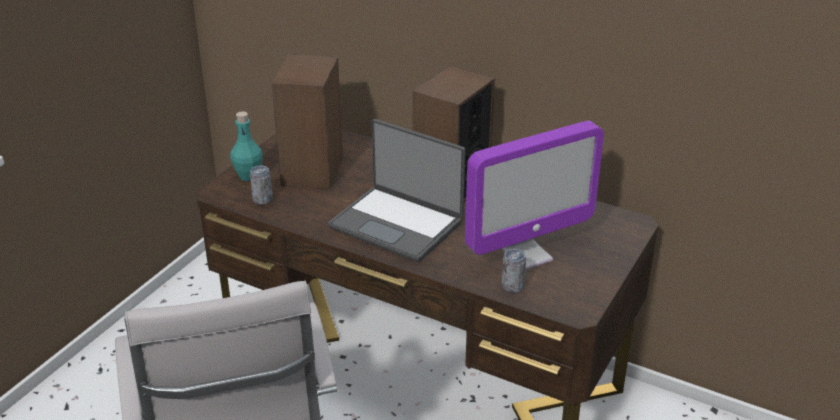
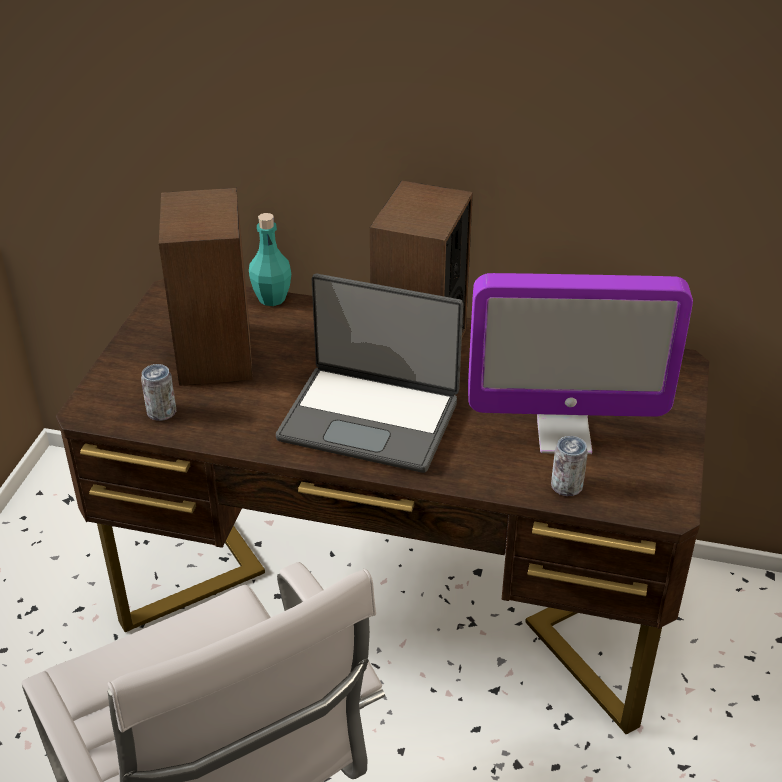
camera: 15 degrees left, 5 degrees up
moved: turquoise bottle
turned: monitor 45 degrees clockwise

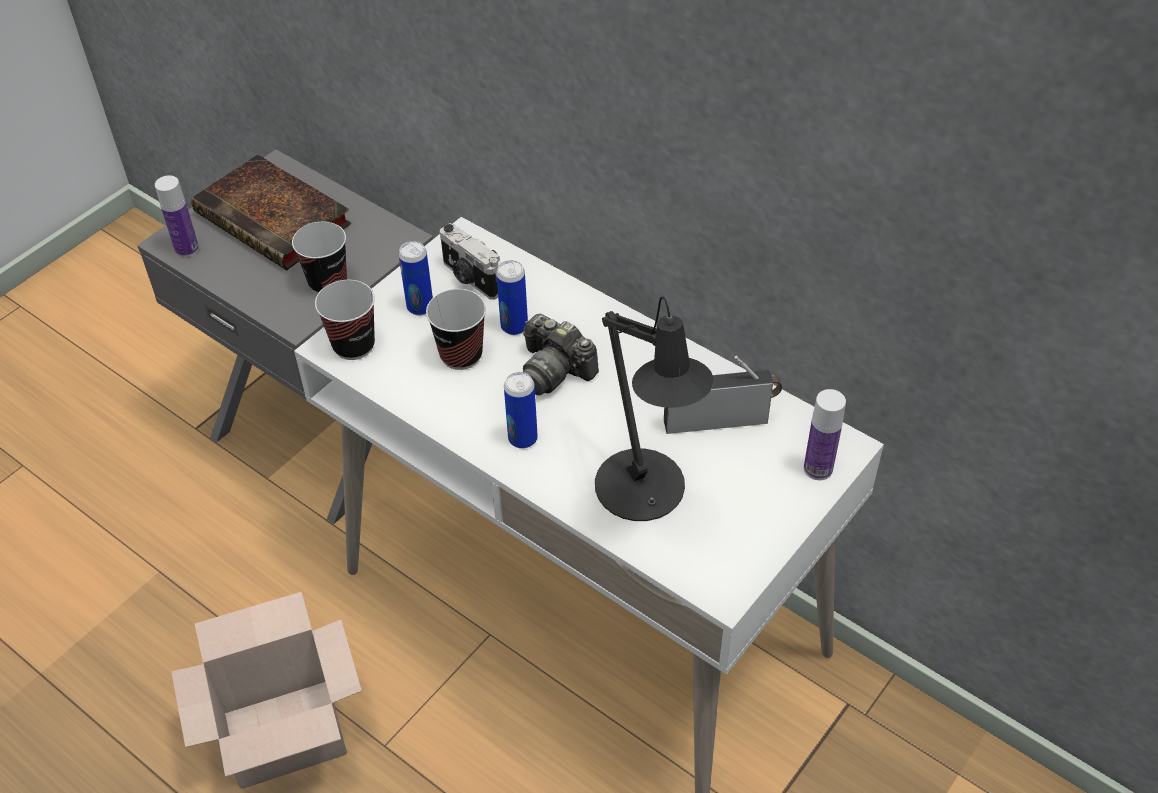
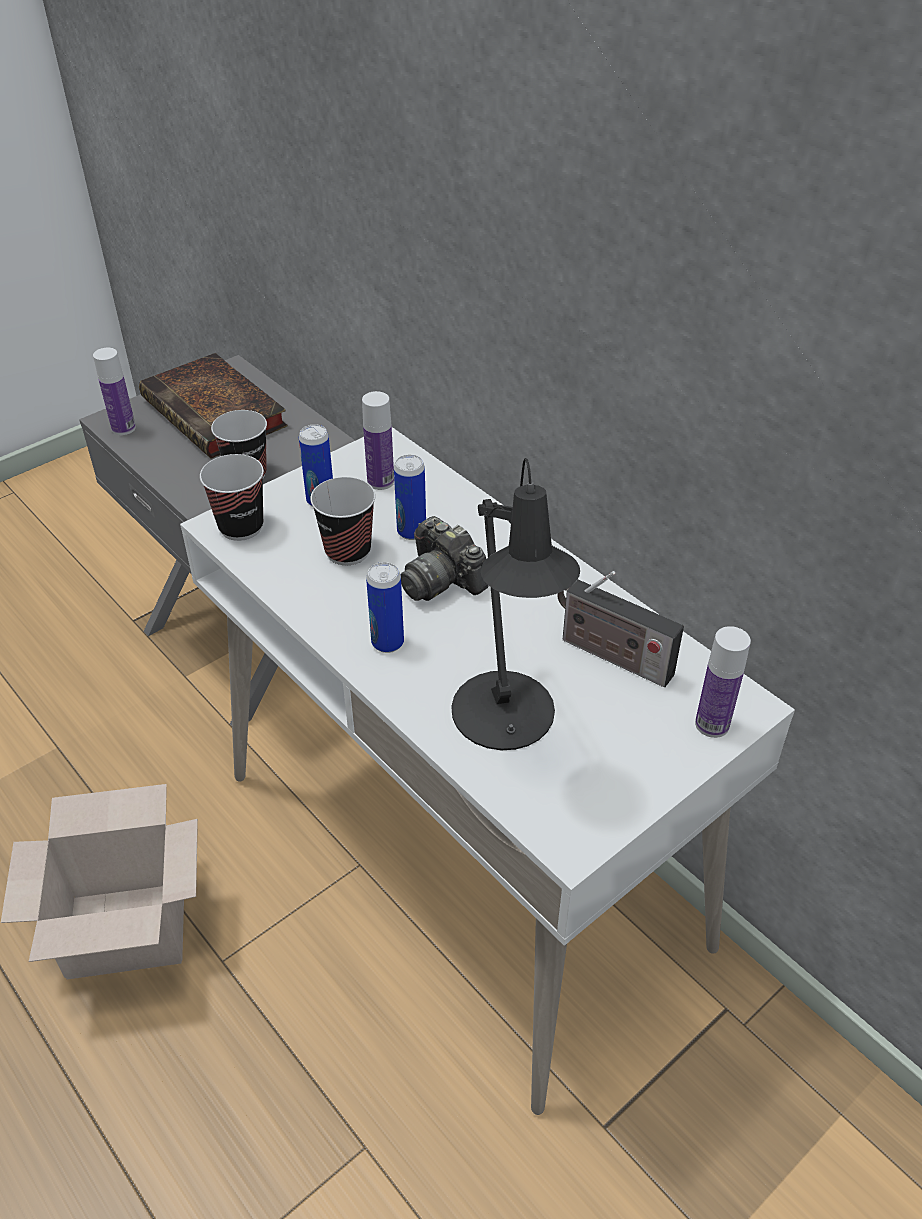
camera: 10 degrees right, 5 degrees down
replaced: photo camera (1st from left) to bottle (2nd from left)
turned: radio 150 degrees counterclockwise

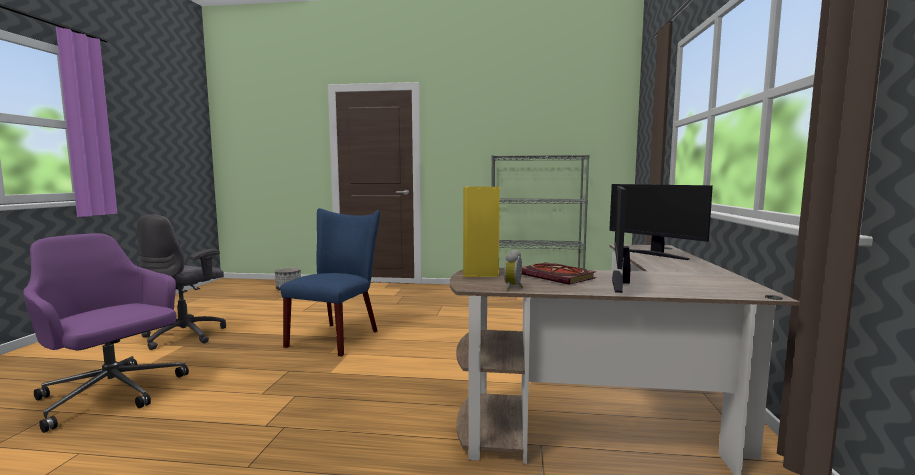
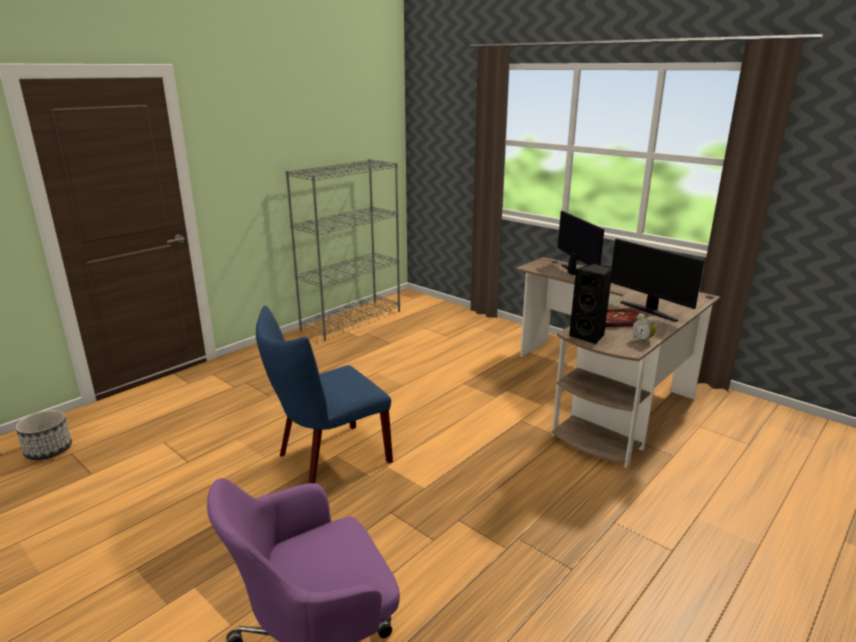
camera: 55 degrees left, 15 degrees up
removed: grey office chair
recoloured: yellow speaker to black speaker
turned: blue chair 90 degrees counterclockwise; monitor (2nd from left in the first image) 105 degrees counterclockwise

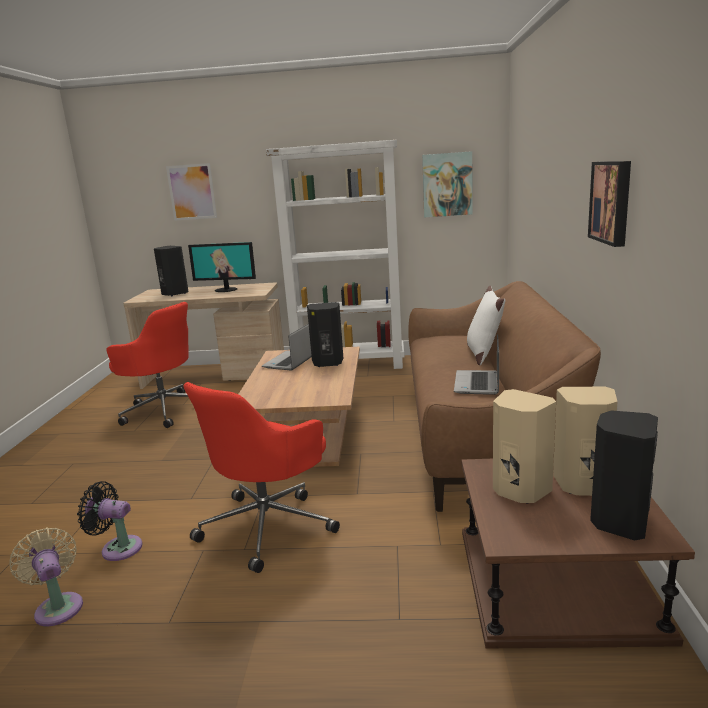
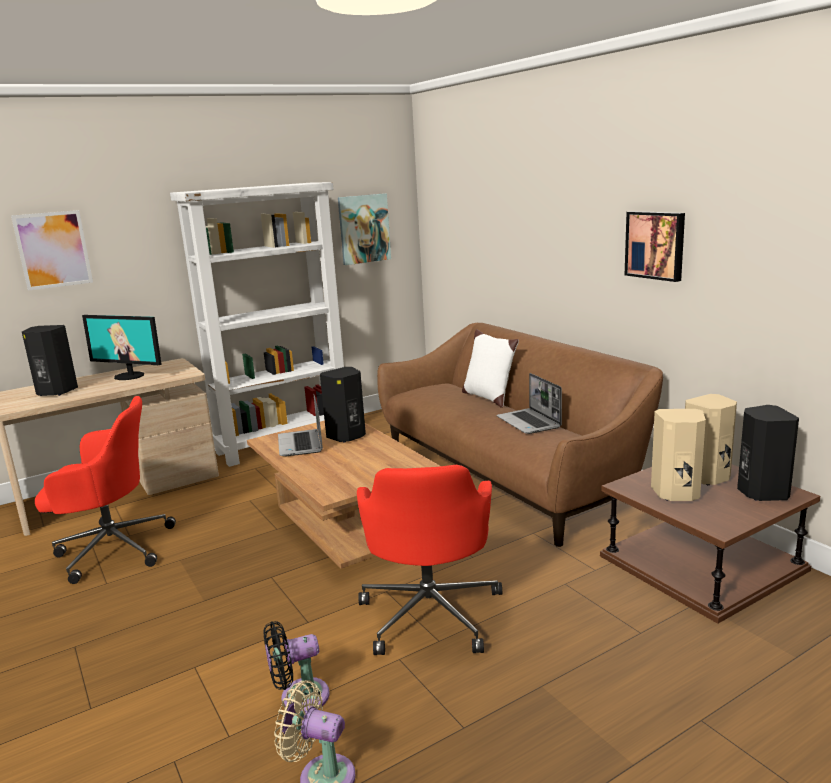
camera: 35 degrees left, 0 degrees up
turned: monitor 45 degrees clockwise

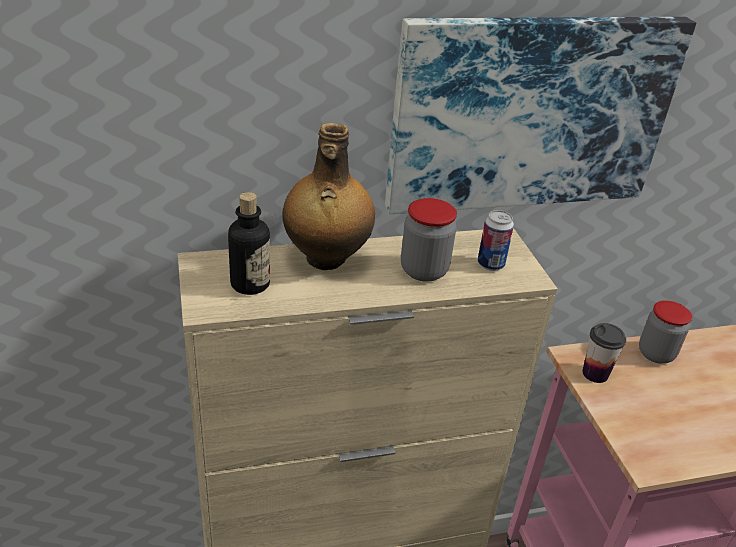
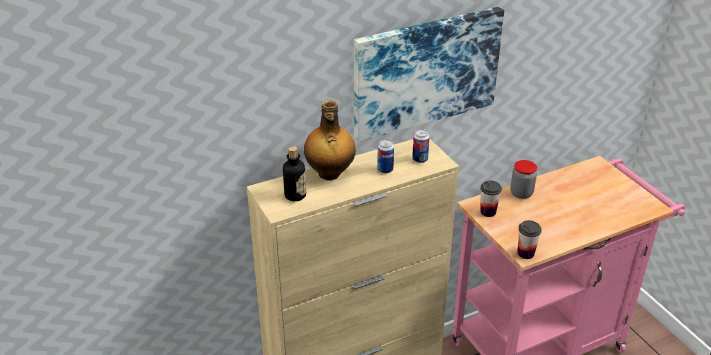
camera: 10 degrees left, 0 degrees up
added: cup (2nd from left)
replaced: jar (1st from left) to can (1st from left)

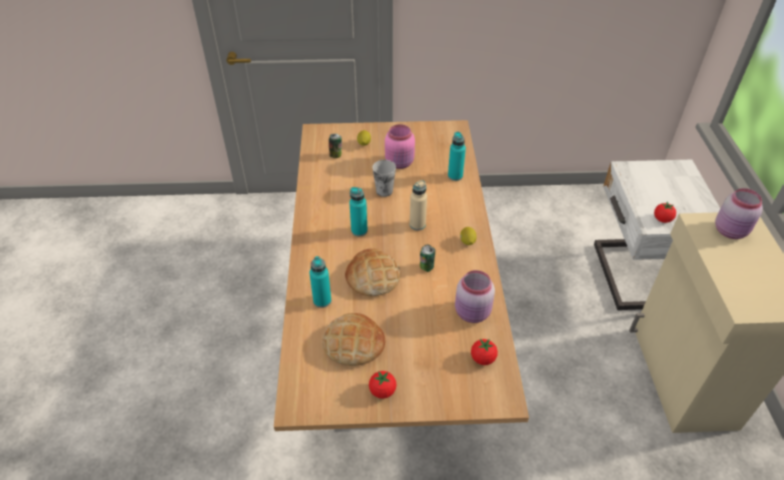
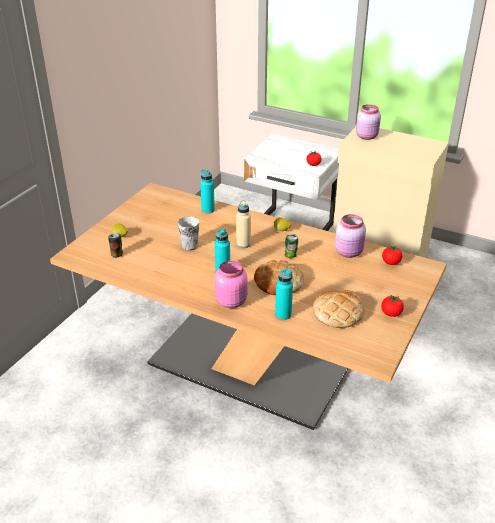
camera: 60 degrees left, 10 degrees down
moved: pink jar (1st from left)

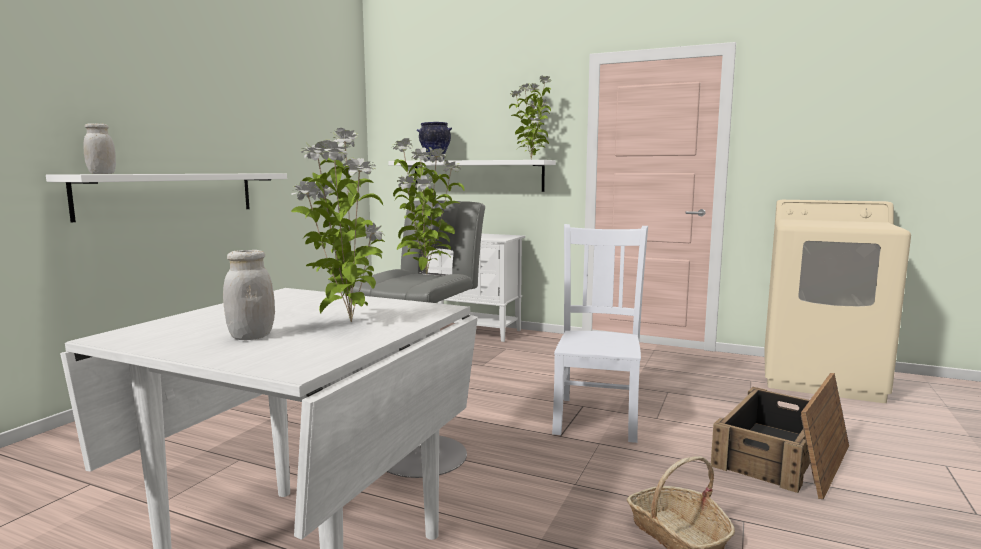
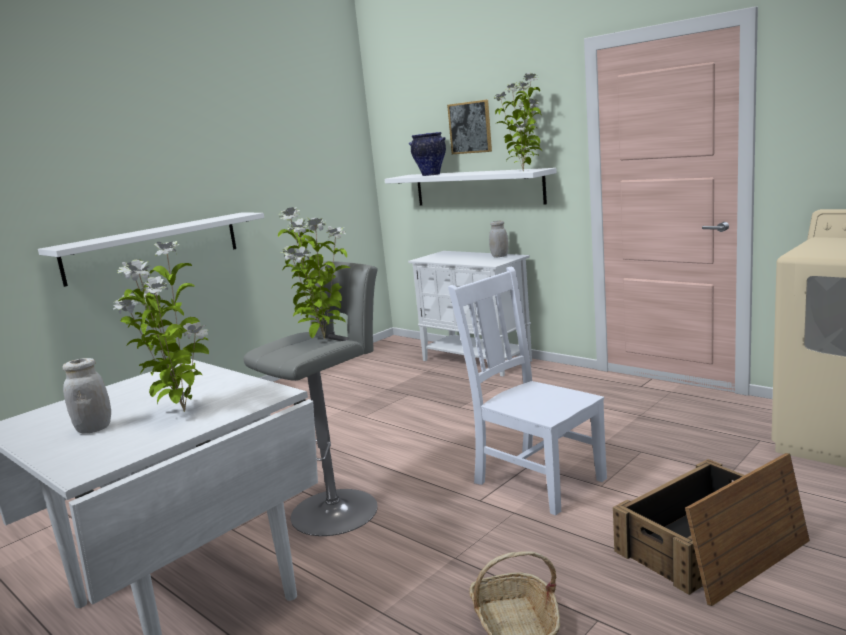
camera: 20 degrees right, 5 degrees up
added: picture
moved: white jar (1st from left in the first image) to white jar (2nd from left)
turned: white chair 75 degrees counterclockwise

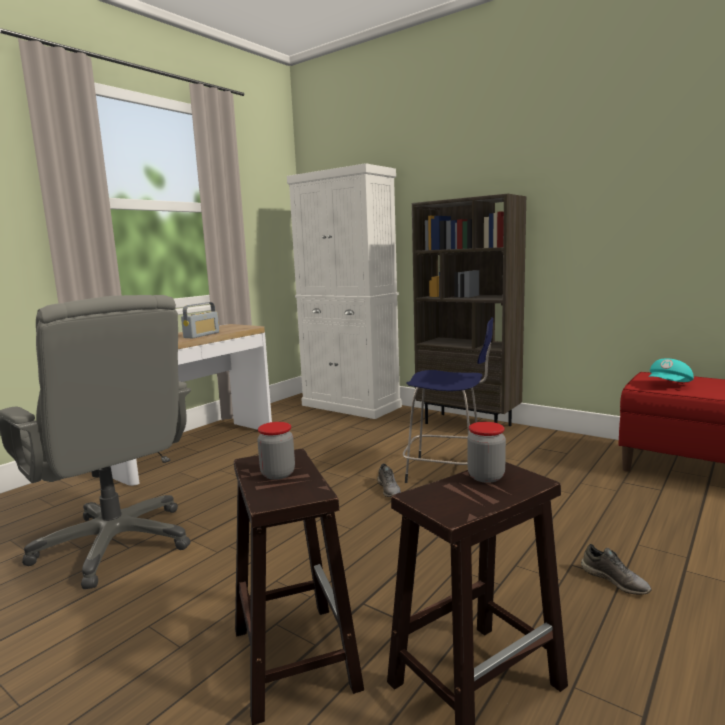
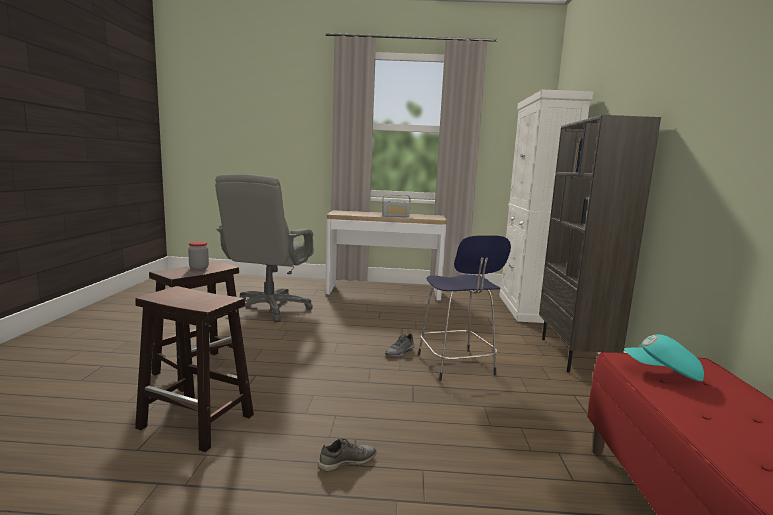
camera: 55 degrees right, 0 degrees up
removed: jar (2nd from left)
turned: grey shoe (2nd from left in the first image) 135 degrees counterclockwise

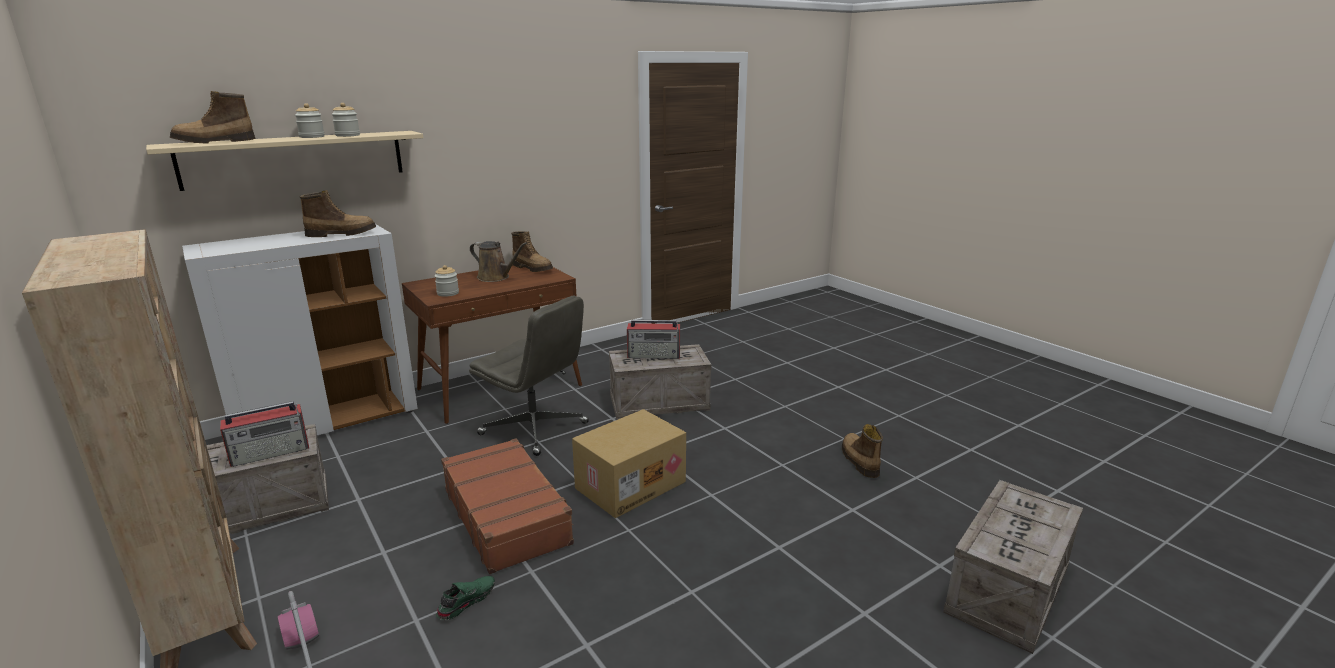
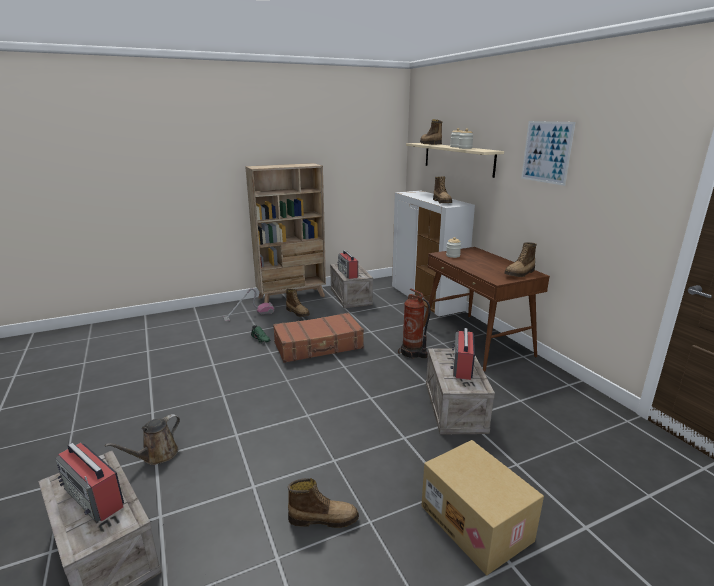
camera: 100 degrees right, 0 degrees up
added: radio (1st from left); boot (1st from left); picture
moved: brown watering can; cardboard box
replaced: grey office chair to fire extinguisher

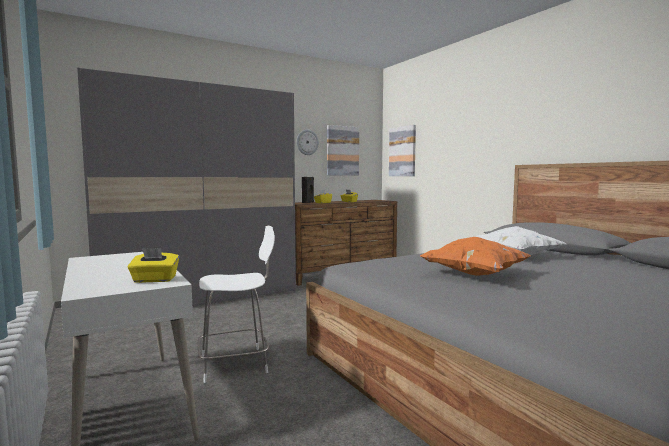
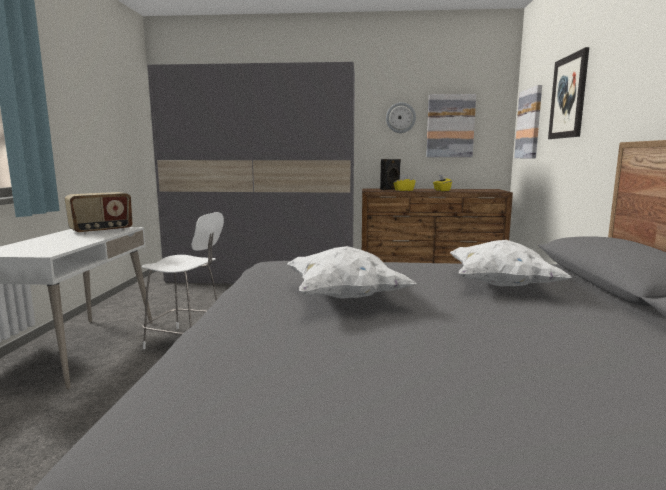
camera: 35 degrees right, 5 degrees up
removed: yellow tissue box (1st from left)
added: radio; picture (3rd from left)
recoloured: orange pillow to white pillow (1st from left)

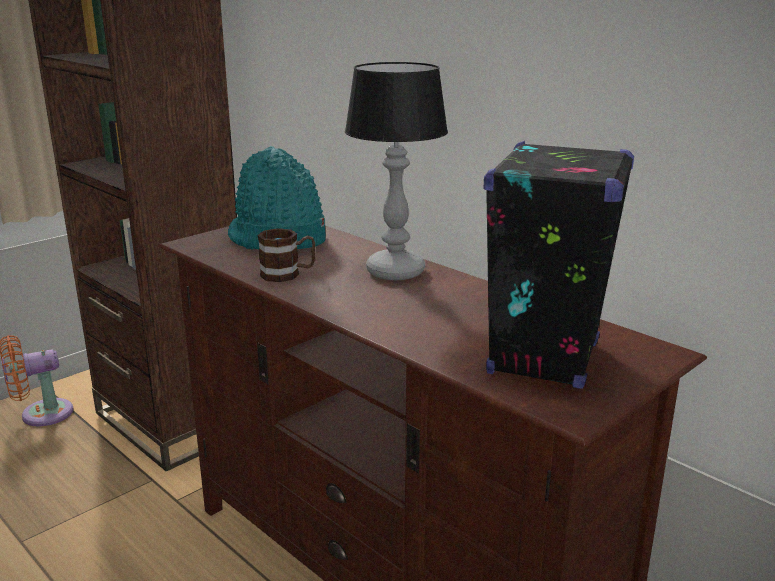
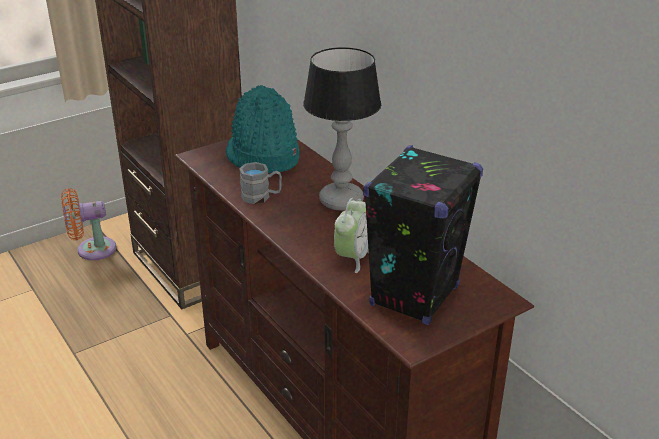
camera: 10 degrees right, 10 degrees up
added: alarm clock
recoloured: brown mug to grey mug

